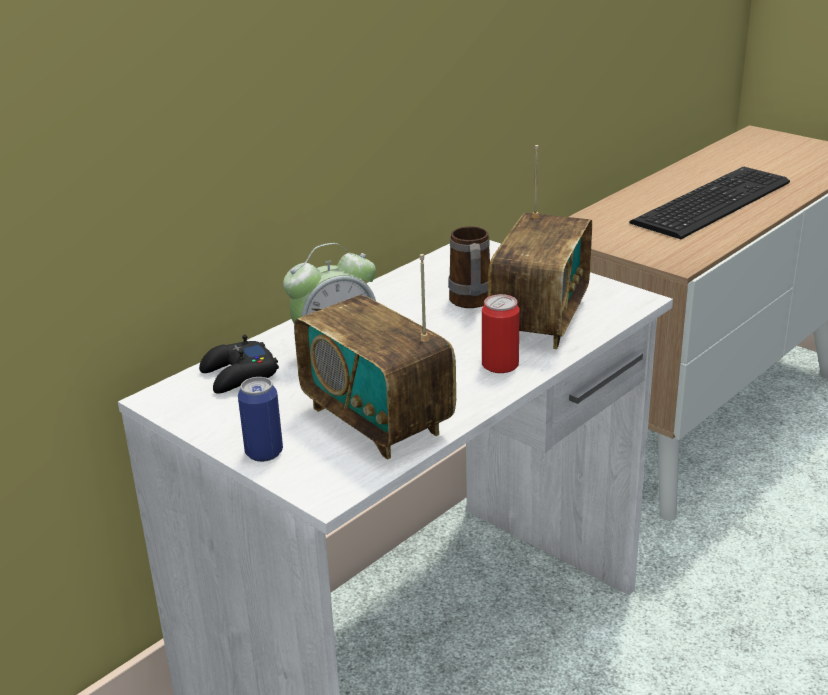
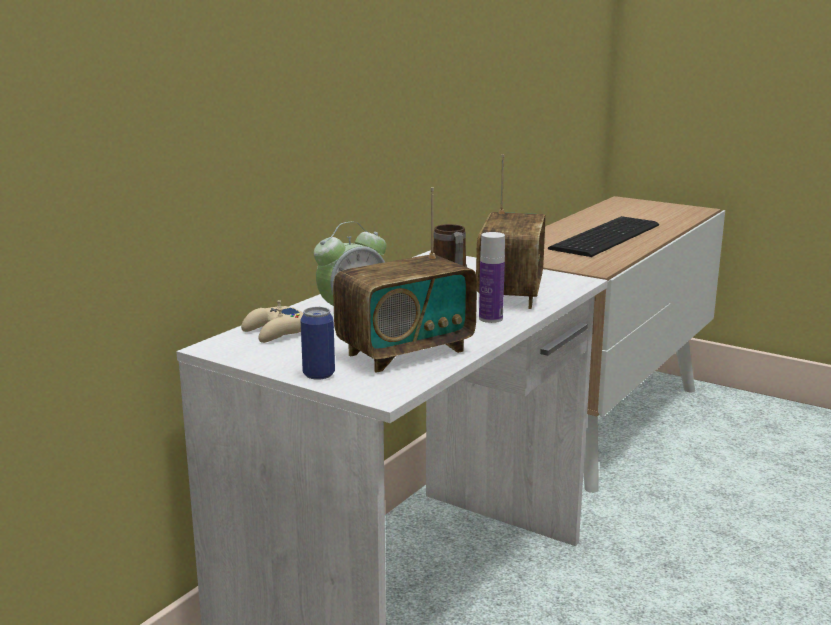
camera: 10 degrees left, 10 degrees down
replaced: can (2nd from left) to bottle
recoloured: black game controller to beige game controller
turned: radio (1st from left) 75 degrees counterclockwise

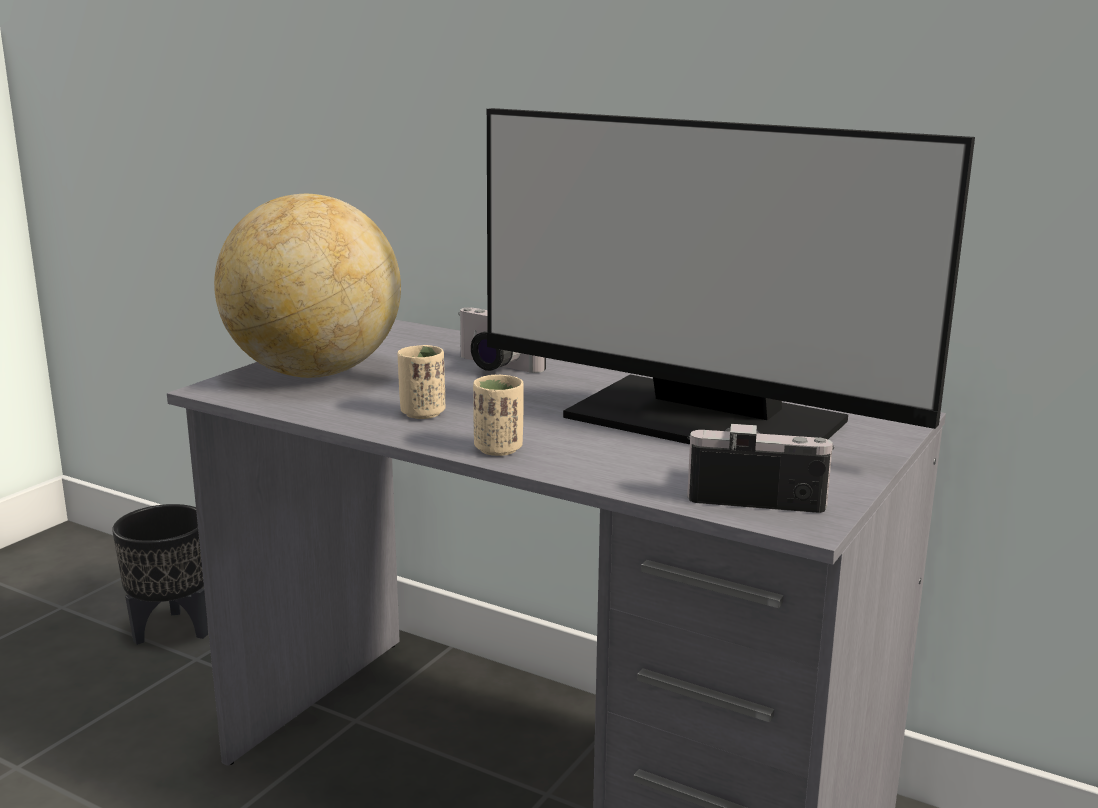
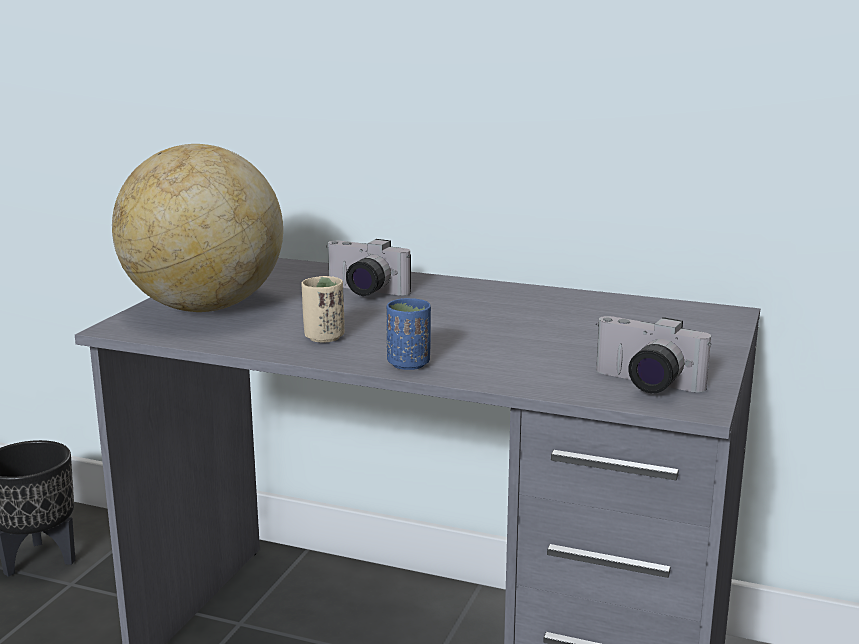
camera: 10 degrees left, 0 degrees up
removed: monitor
recoloured: beige cup (2nd from left) to blue cup
turned: photo camera (2nd from left) 150 degrees counterclockwise

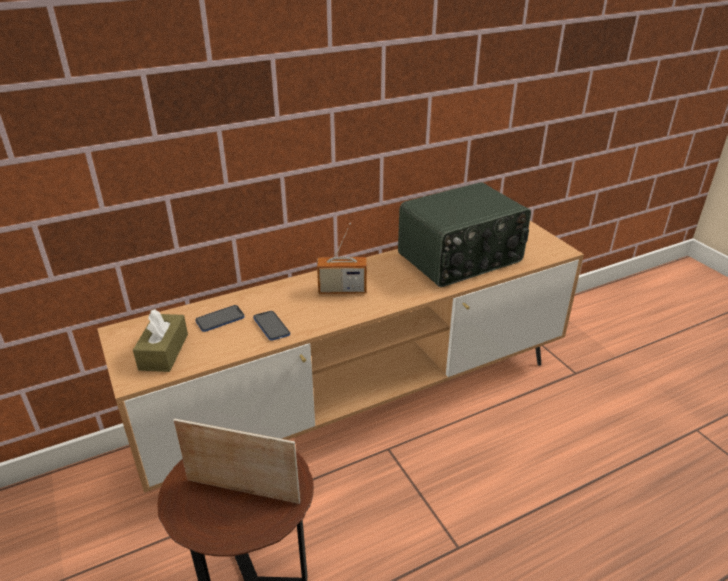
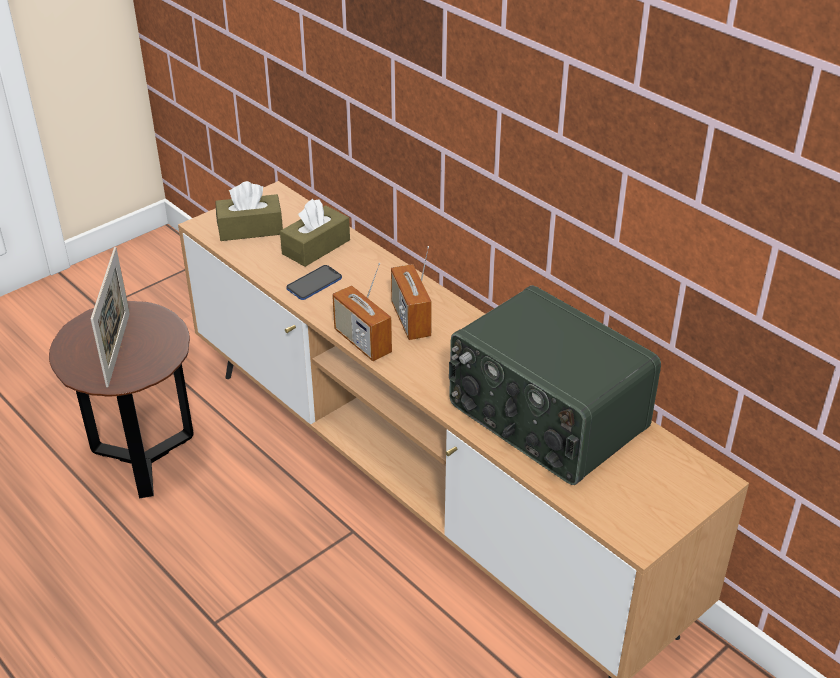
camera: 75 degrees right, 5 degrees up
added: radio (1st from left)
replaced: phone (1st from left) to brown tissue box (2nd from left)

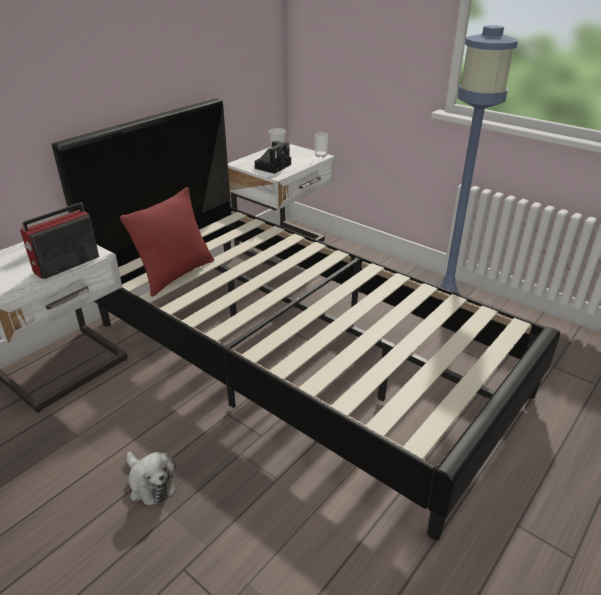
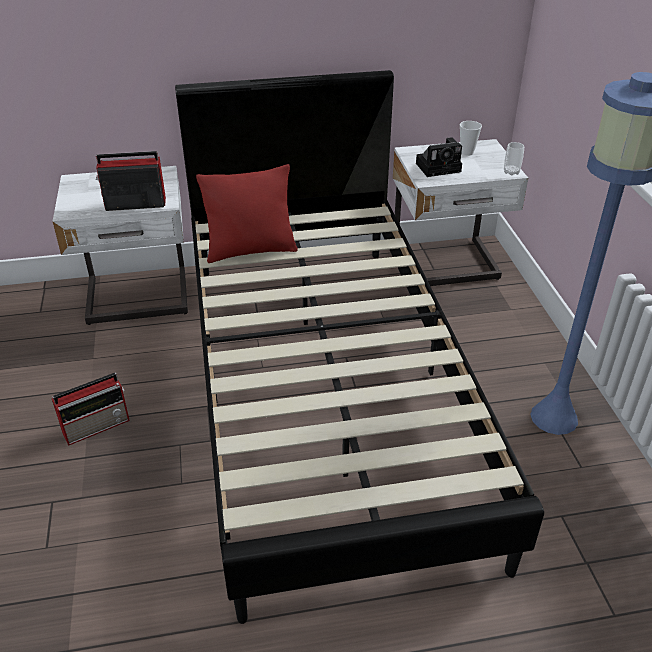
camera: 40 degrees right, 5 degrees up
replaced: plush toy to radio (1st from left)

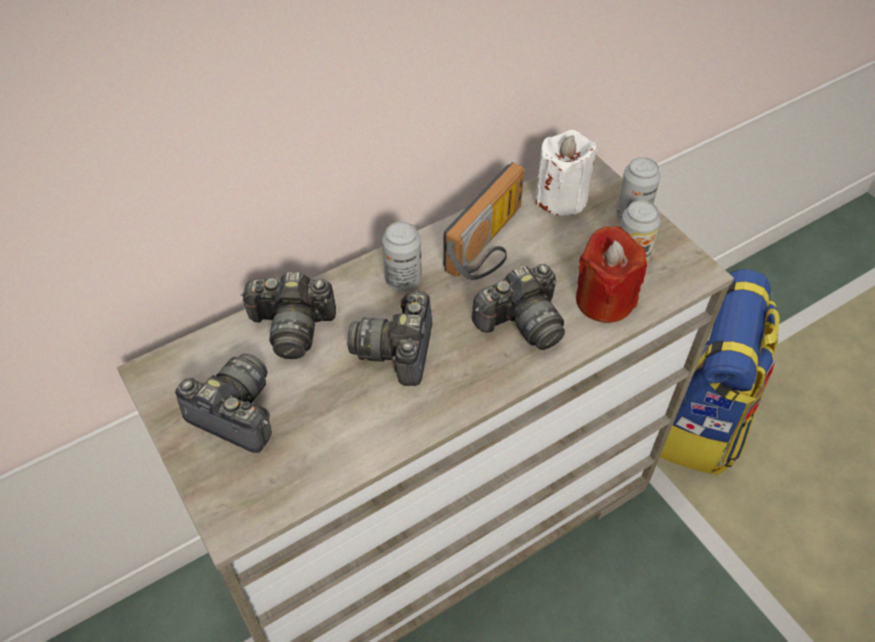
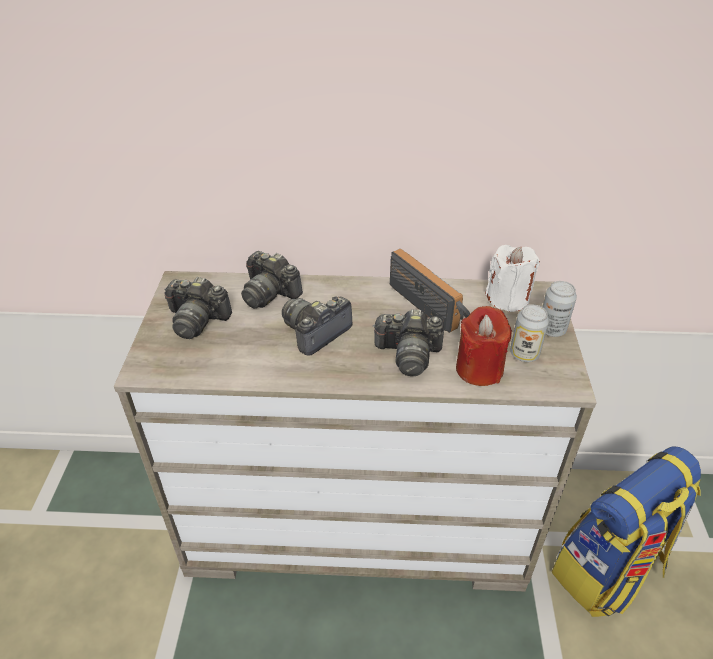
camera: 35 degrees right, 10 degrees down
removed: can (1st from left)
turned: photo camera (1st from left) 135 degrees clockwise; radio 105 degrees counterclockwise

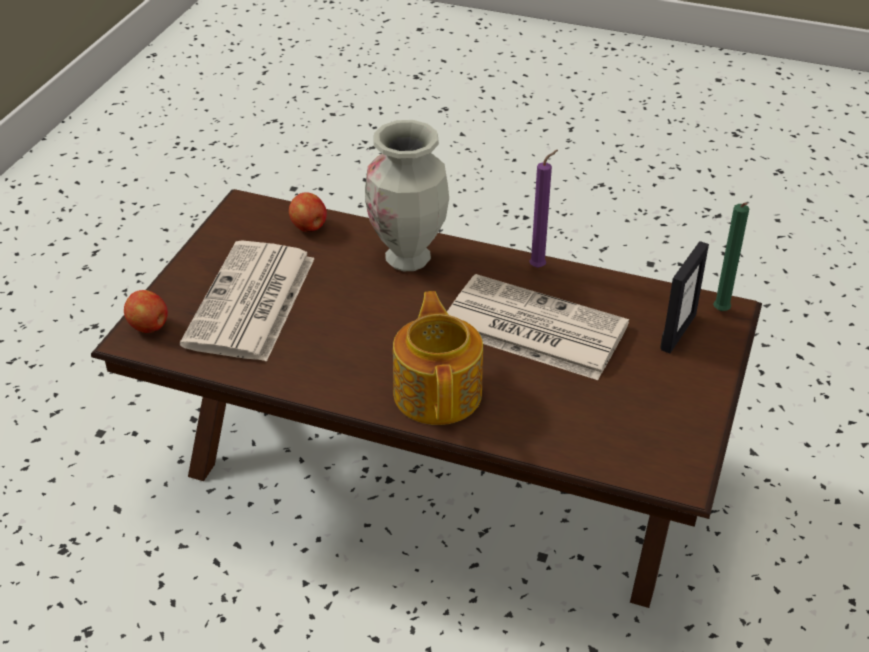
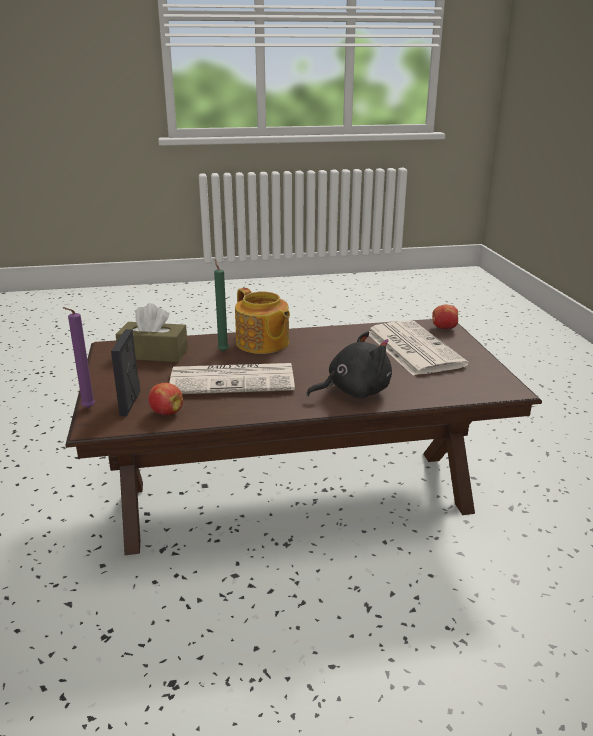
camera: 150 degrees right, 15 degrees down
added: brown tissue box
moved: purple candle; apple (2nd from left in the first image) to apple (1st from left); green candle
replaced: vase to black plush toy

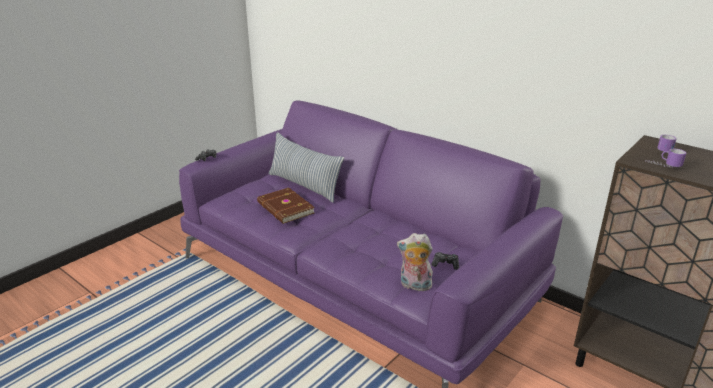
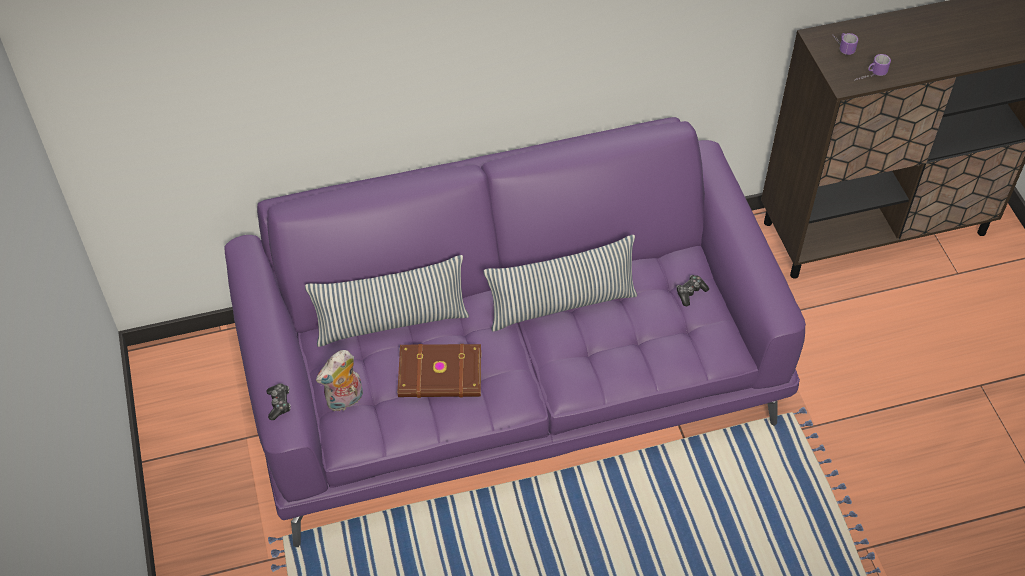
camera: 55 degrees left, 25 degrees up
added: pillow (2nd from left)
moved: plush toy

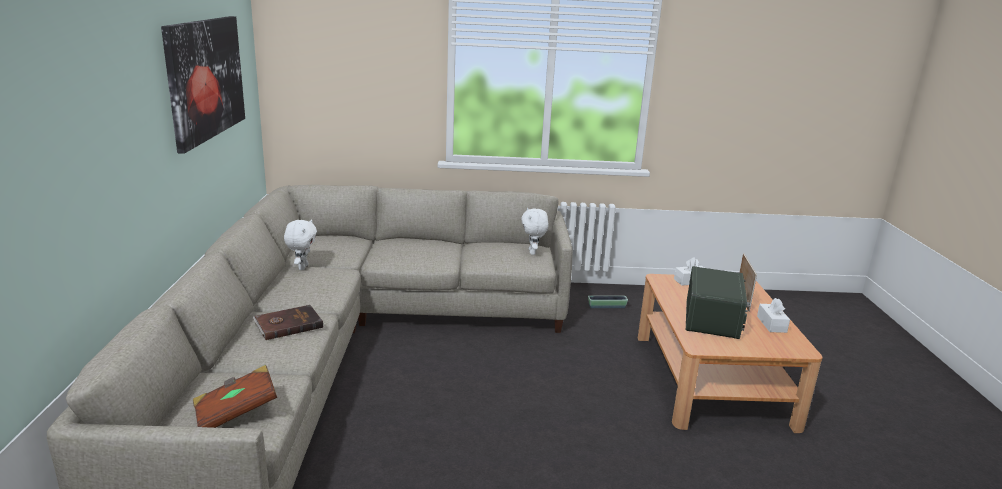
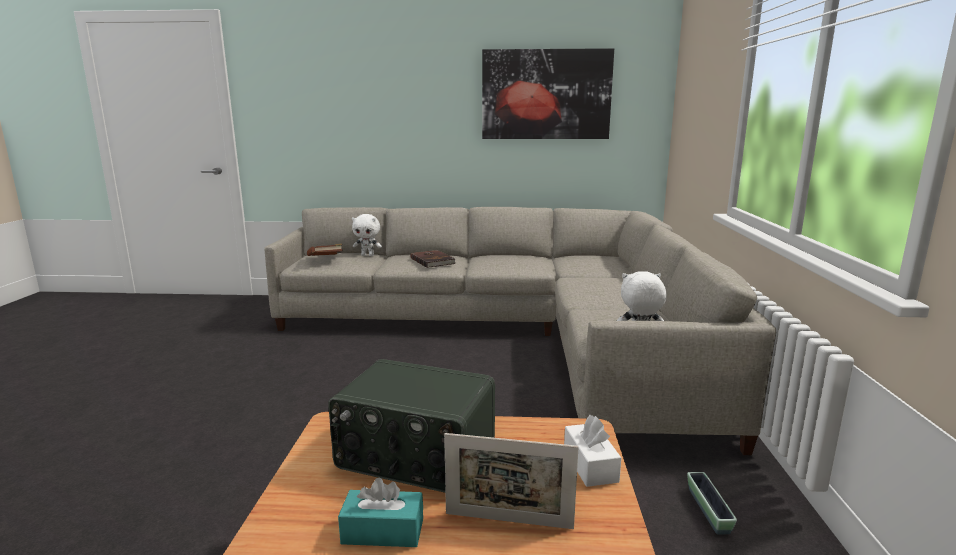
camera: 95 degrees right, 5 degrees down
moved: white plush toy (1st from left)
recoloured: white tissue box (2nd from left) to turquoise tissue box

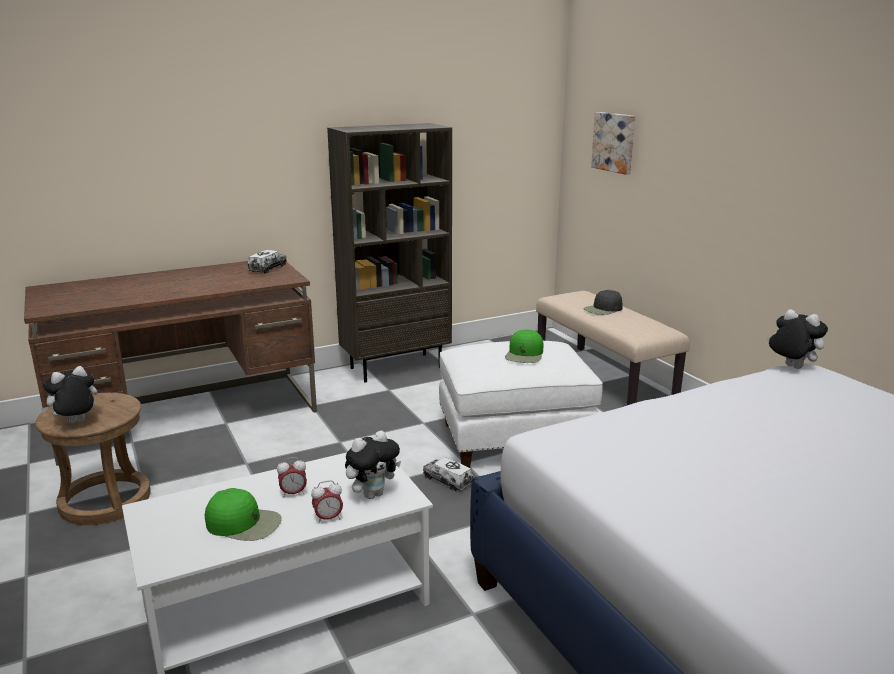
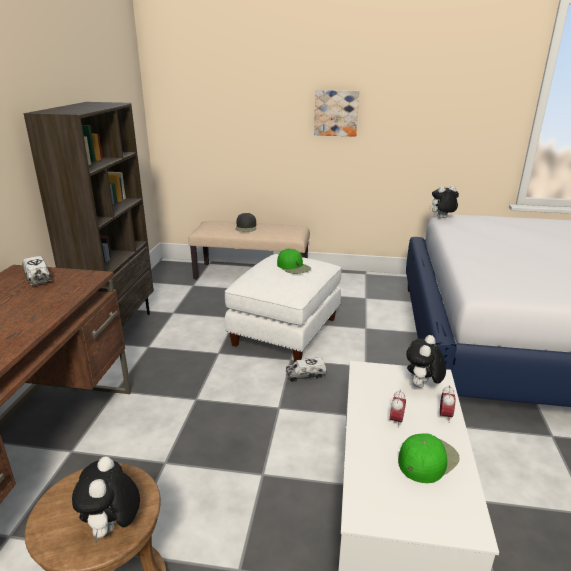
camera: 55 degrees left, 5 degrees up
moved: picture
turned: plush toy (2nd from left) 150 degrees counterclockwise

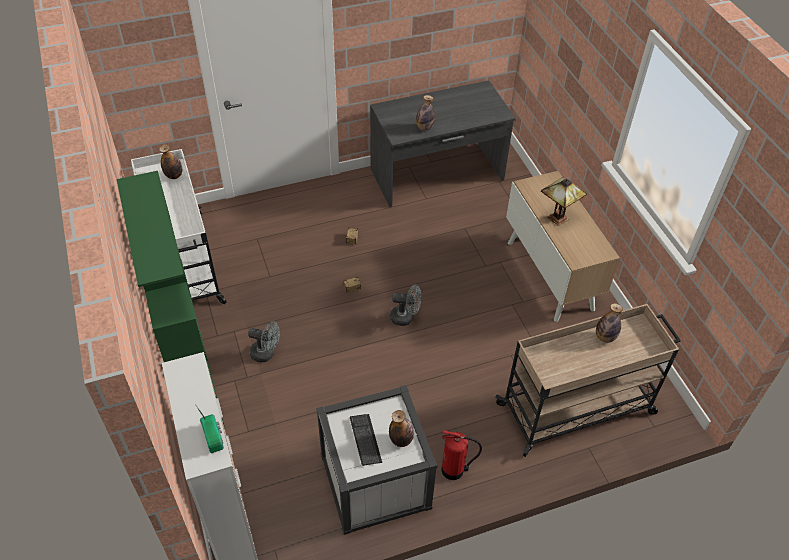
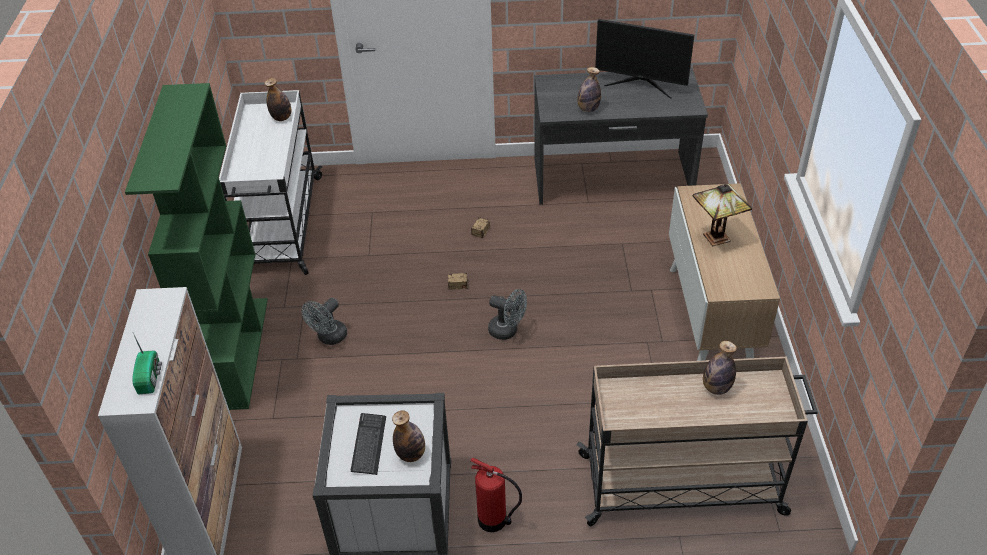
camera: 20 degrees right, 5 degrees down
added: monitor
turned: grey fan (1st from left) 90 degrees clockwise

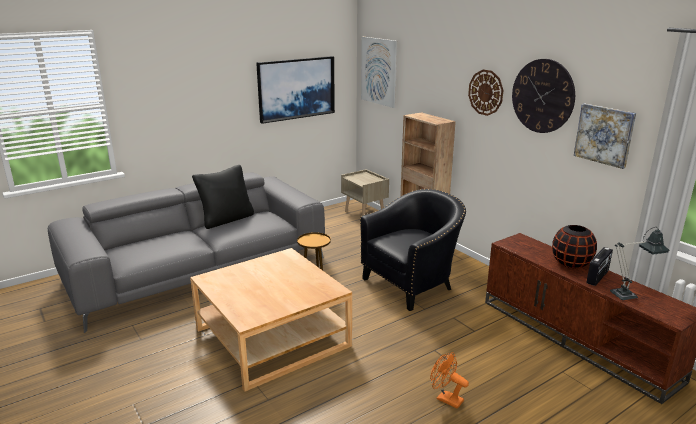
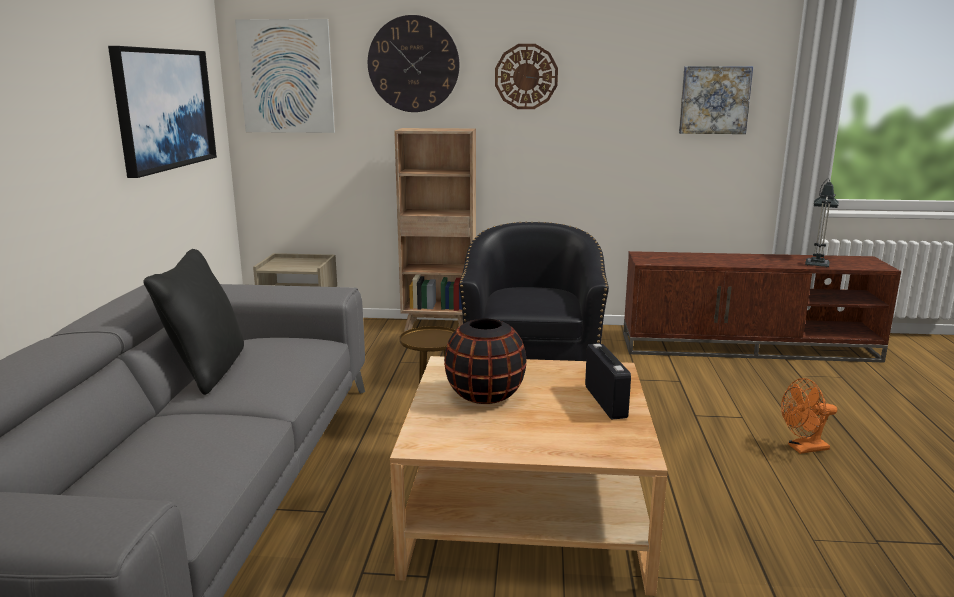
camera: 50 degrees left, 5 degrees down
moved: wall clock (2nd from left in the first image) to wall clock (1st from left); black vase; radio

